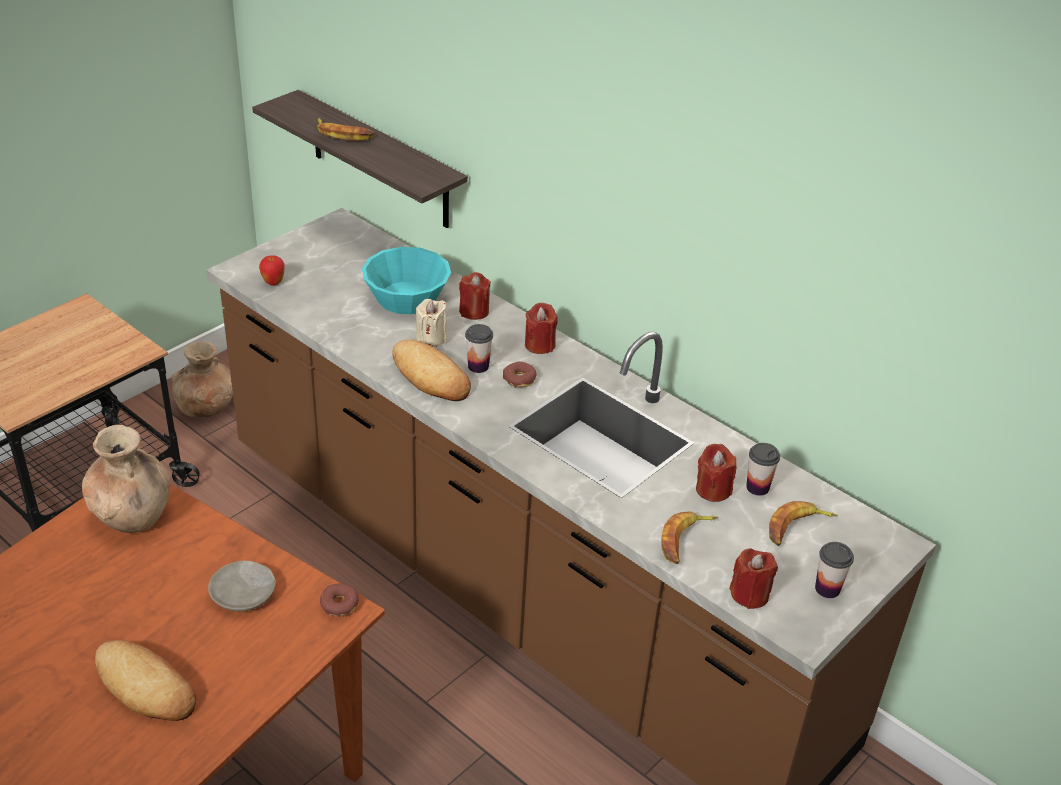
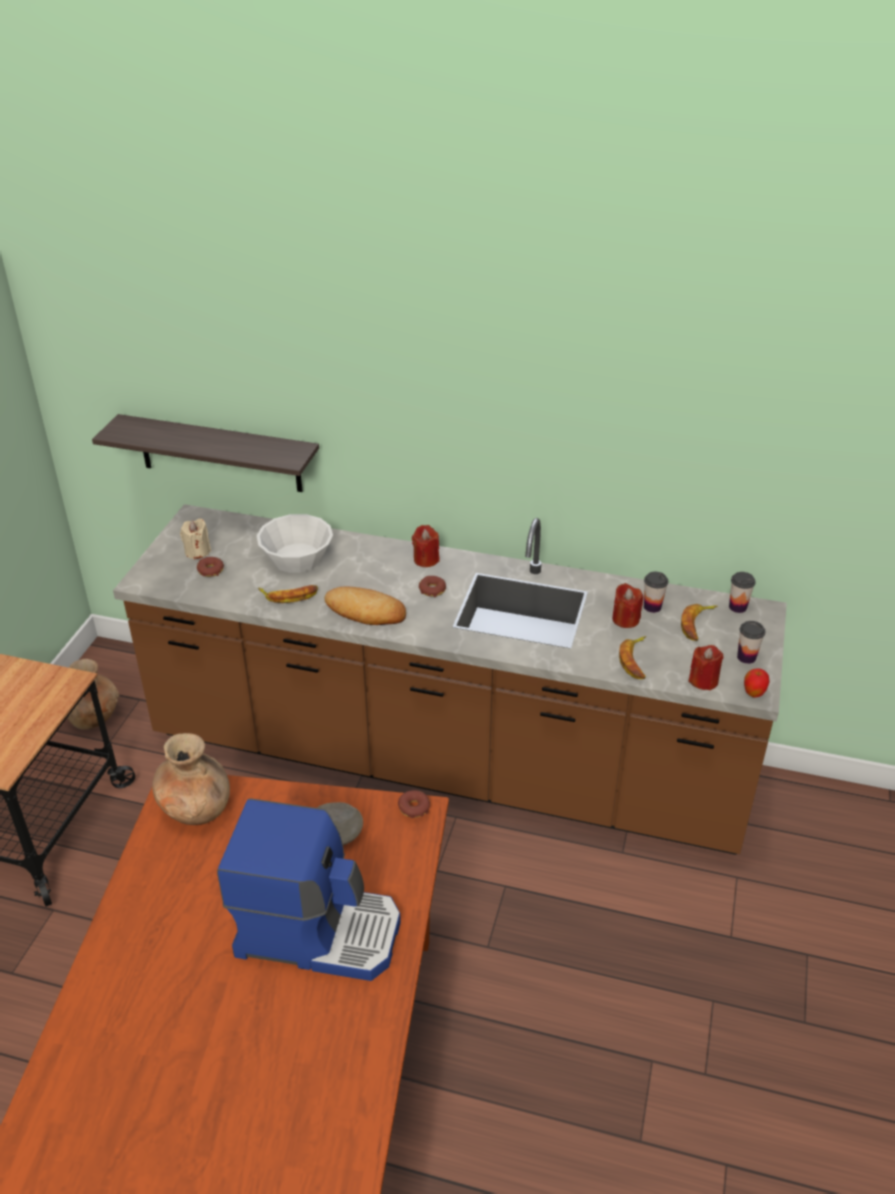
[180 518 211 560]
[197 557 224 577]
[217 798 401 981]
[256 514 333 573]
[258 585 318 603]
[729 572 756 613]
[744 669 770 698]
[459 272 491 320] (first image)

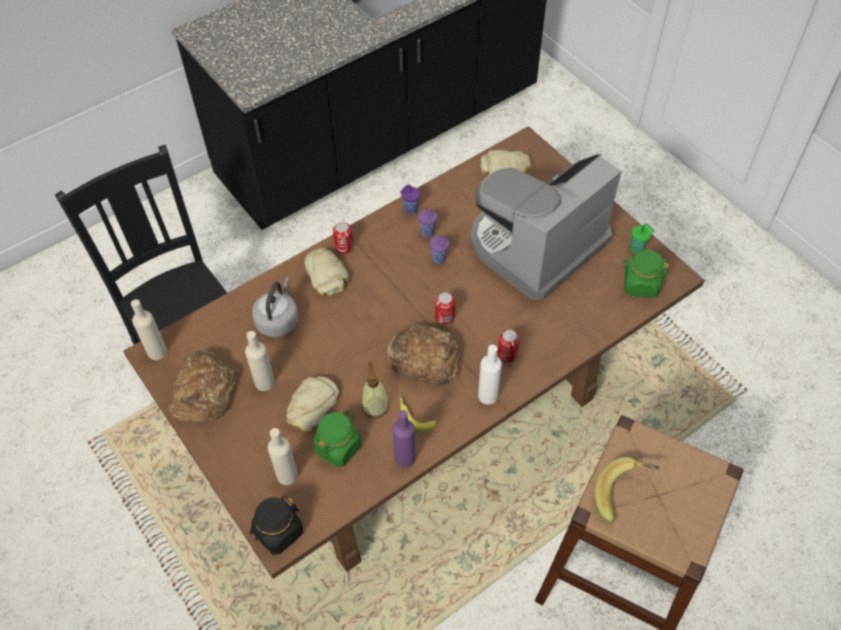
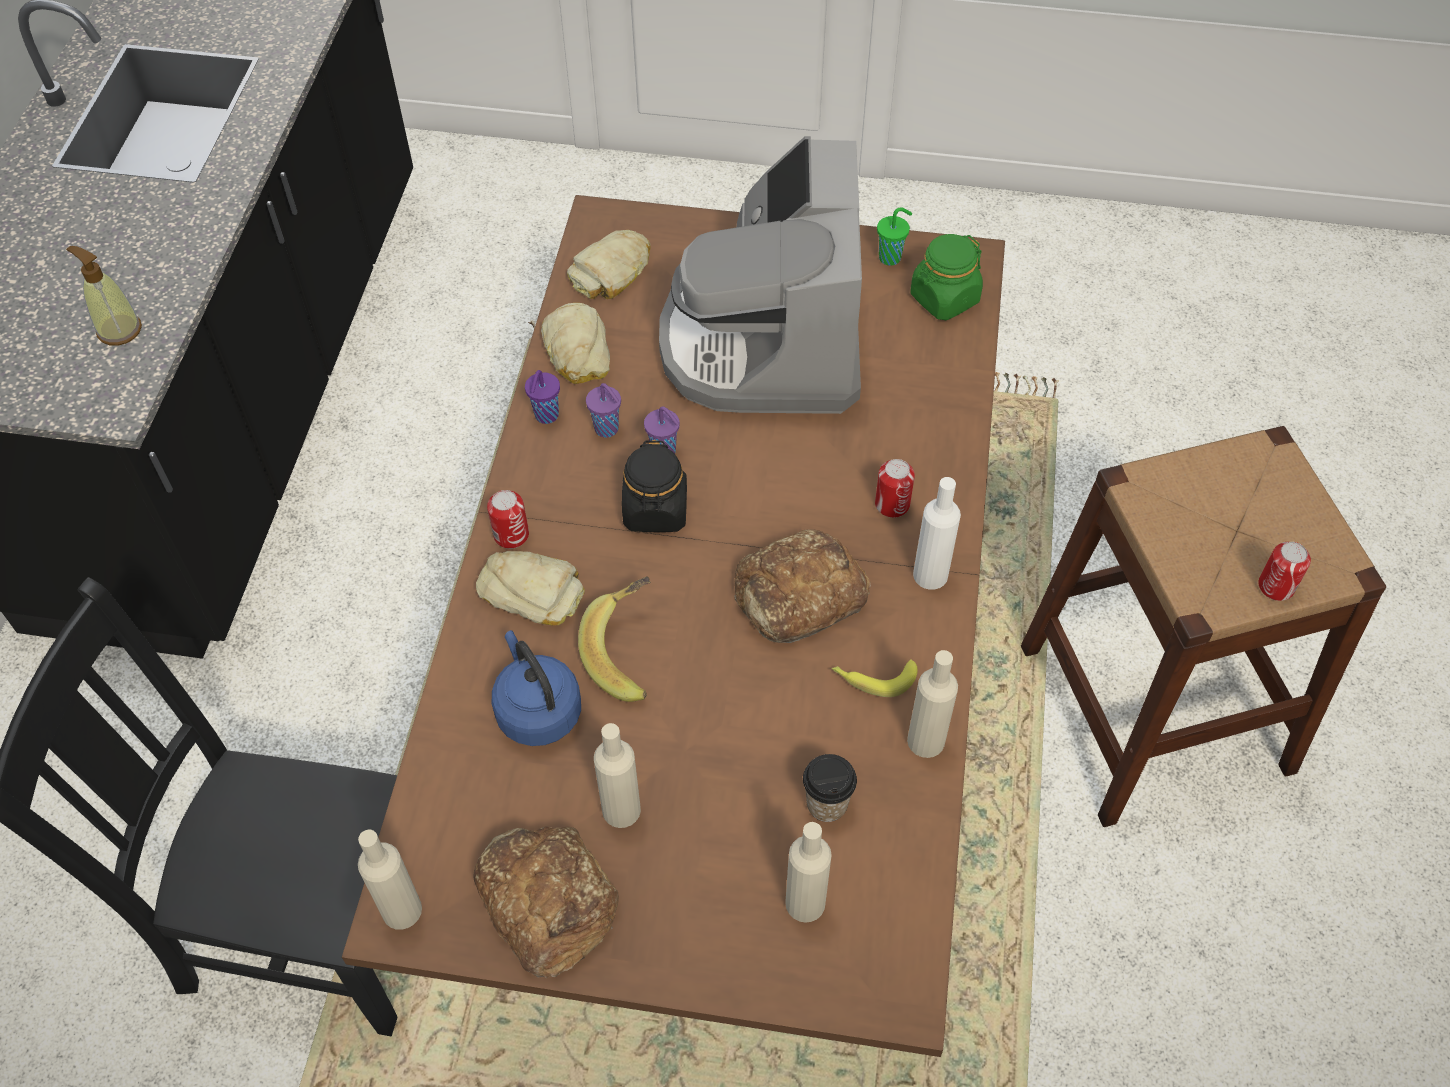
[66 246 142 346]
[492 630 581 746]
[541 303 610 384]
[578 577 651 702]
[622 440 687 532]
[803 754 857 822]
[907 650 958 758]
[1259 542 1311 601]

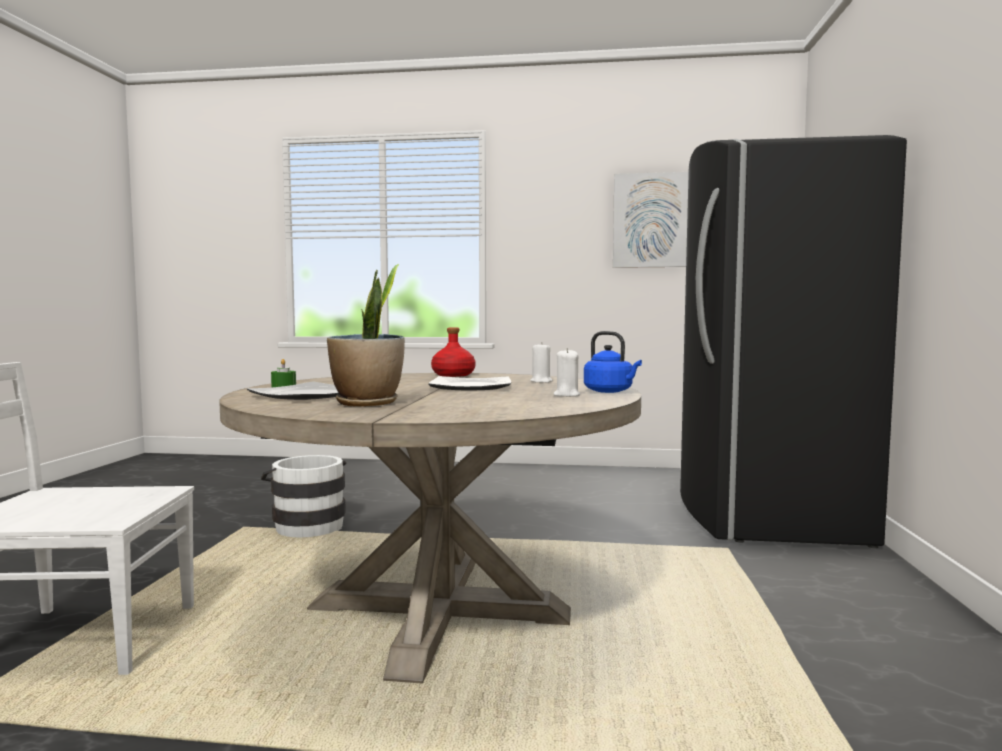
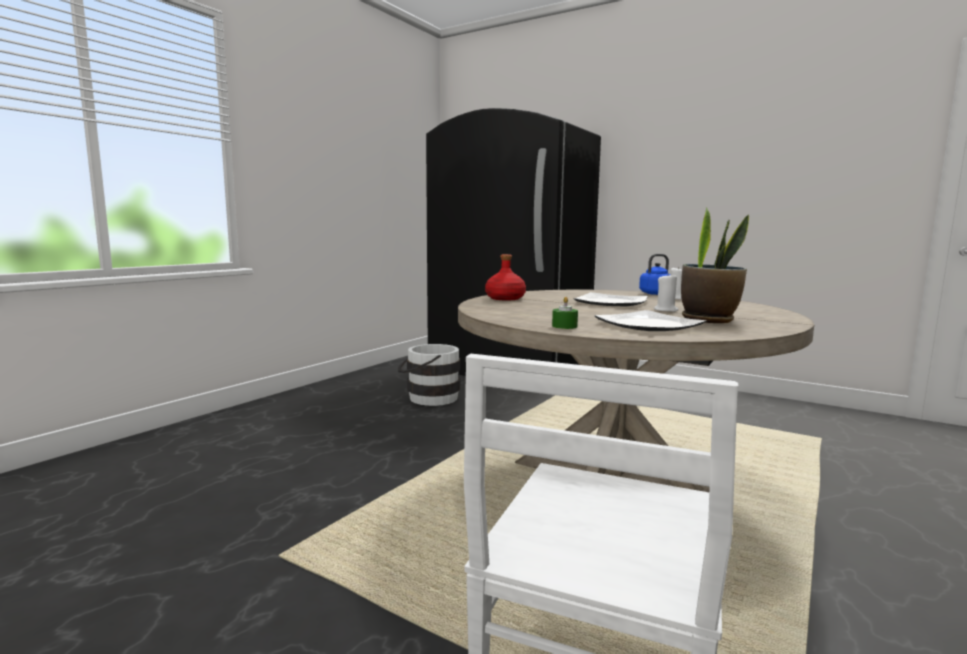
[398 344 460 406]
[654 273 678 312]
[613 172 689 268] (first image)

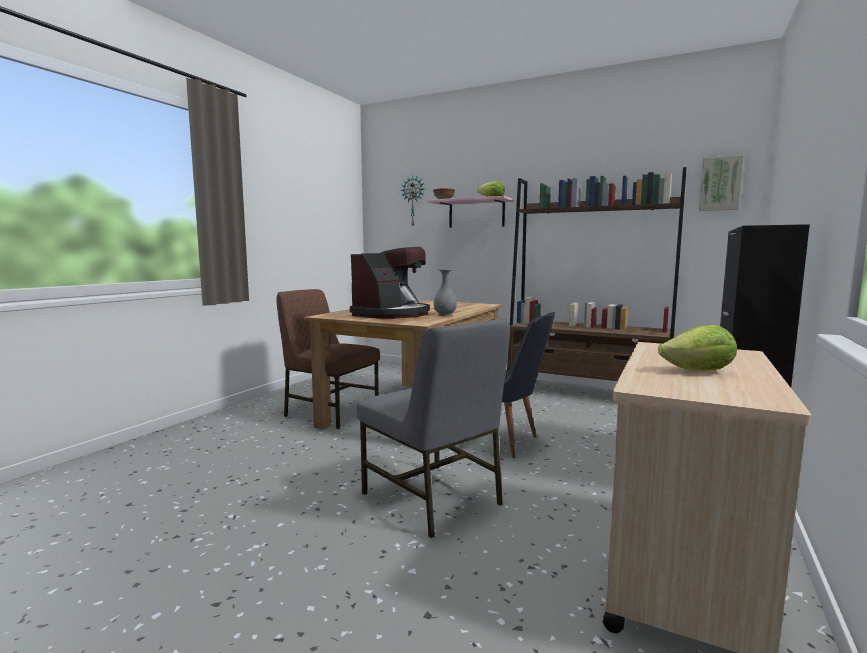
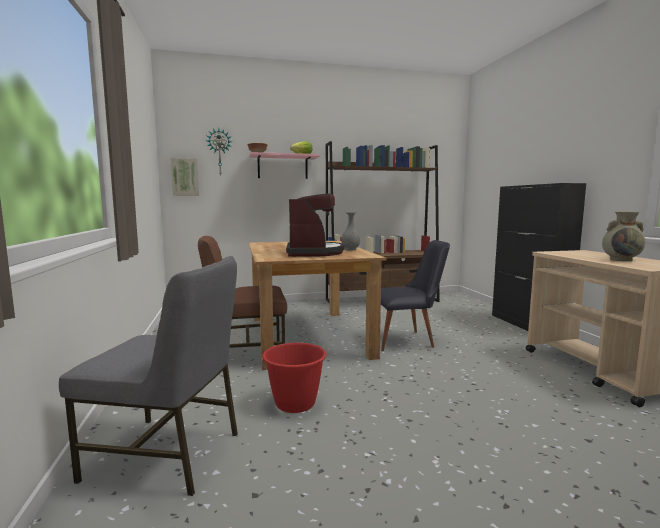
[59 256 238 496]
[171 158 199 196]
[261 343 327 413]
[602 212 645 261]

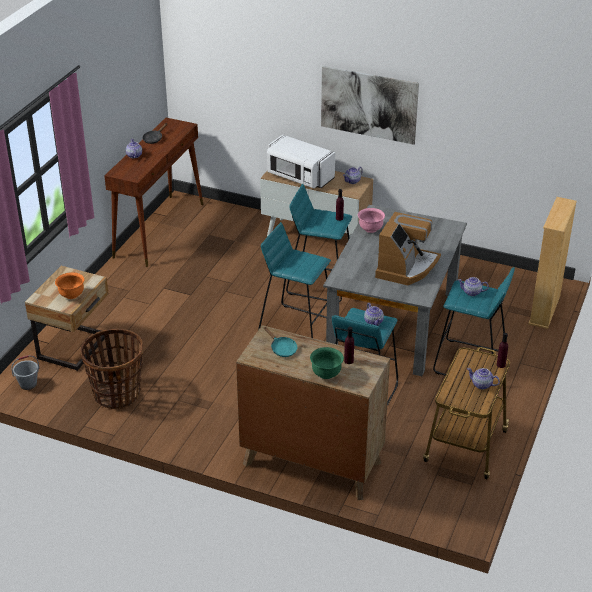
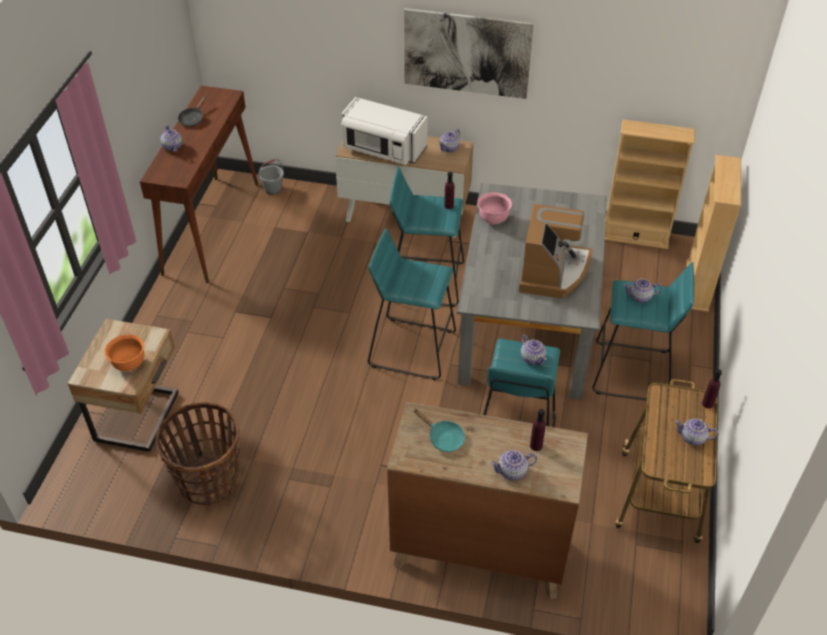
[258 159 284 195]
[490 450 537 480]
[605 119 695 249]

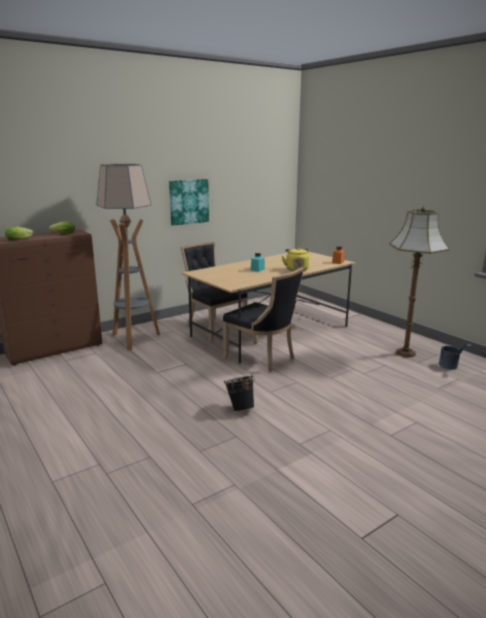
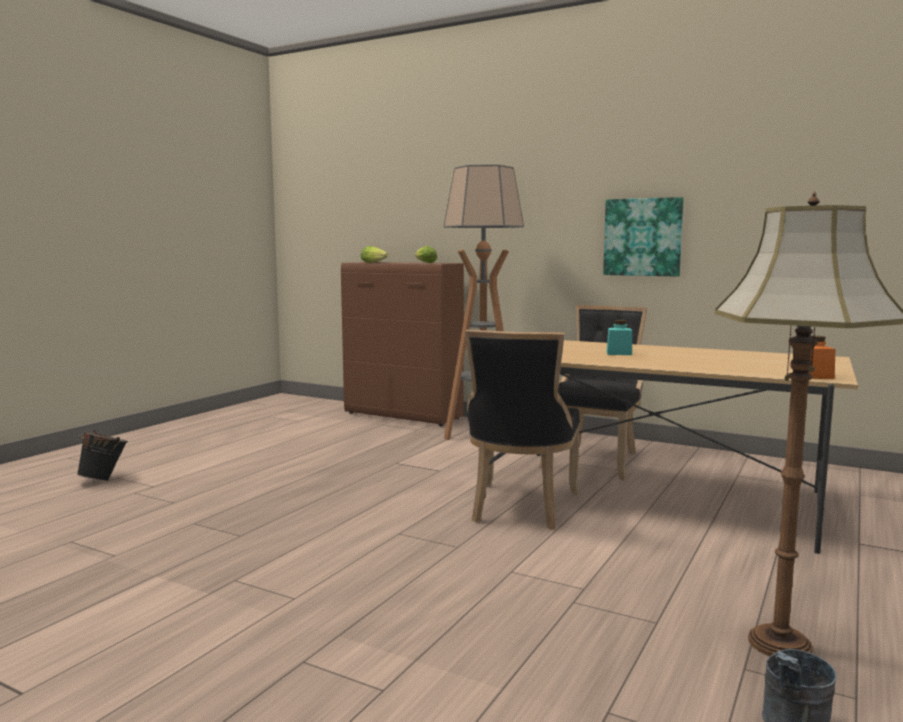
[77 430 128 481]
[282 248 309 271] (first image)

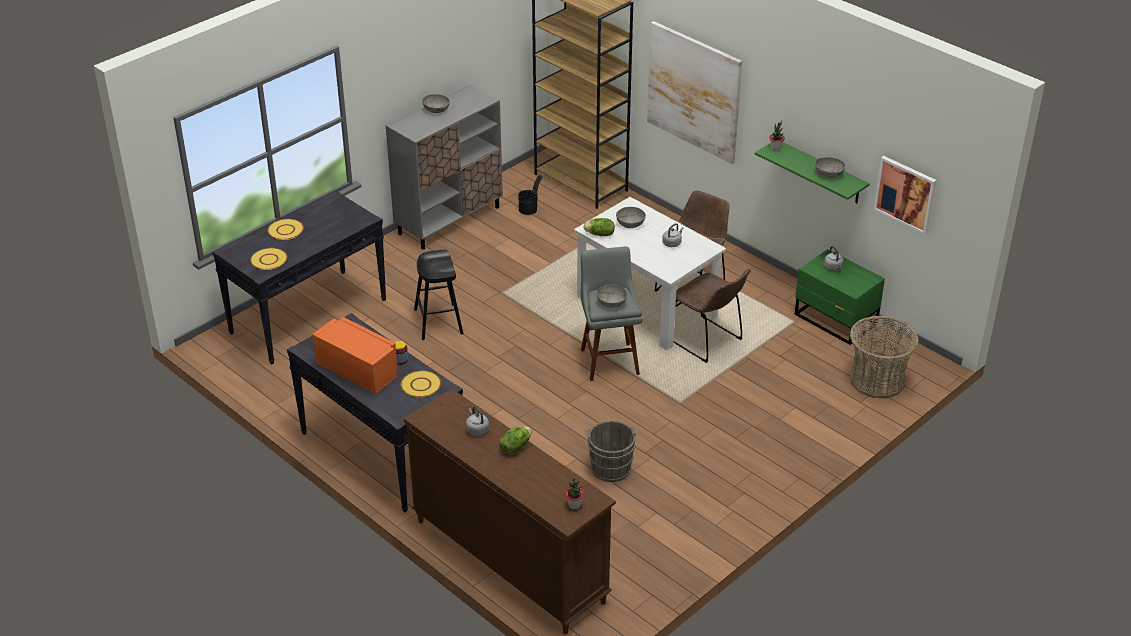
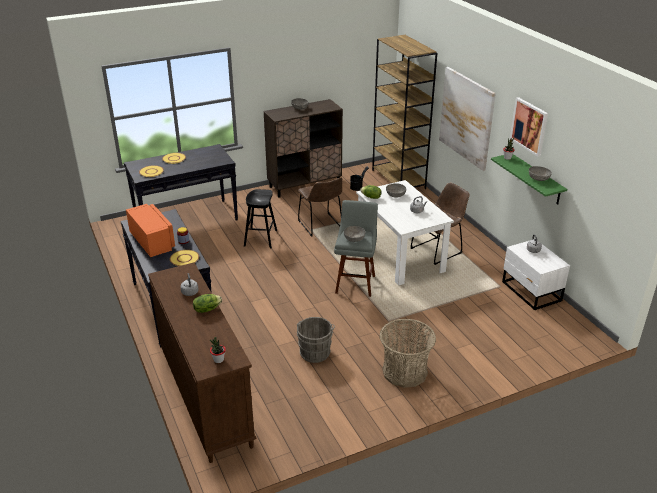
[264 99 343 198]
[298 177 342 237]
[379 319 436 388]
[502 240 570 310]
[510 97 548 157]

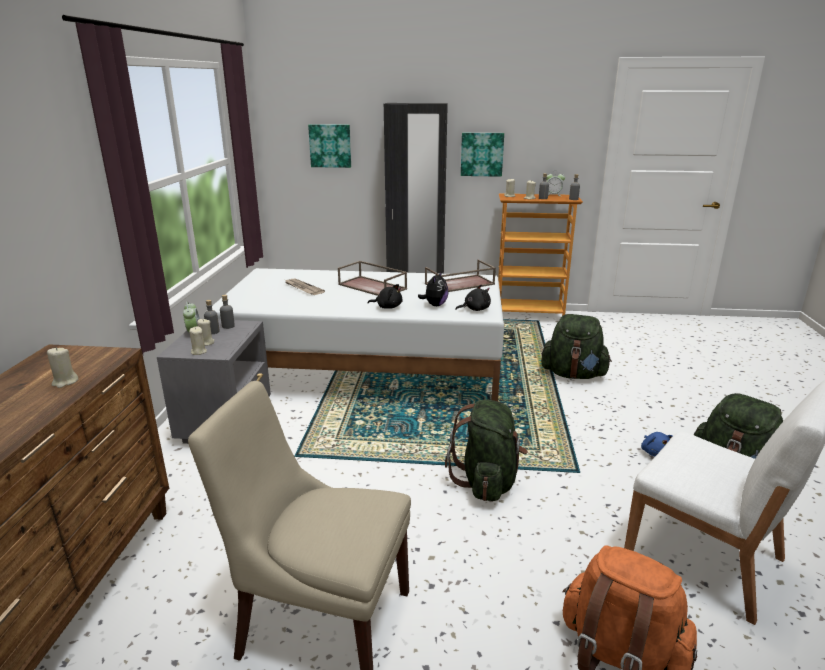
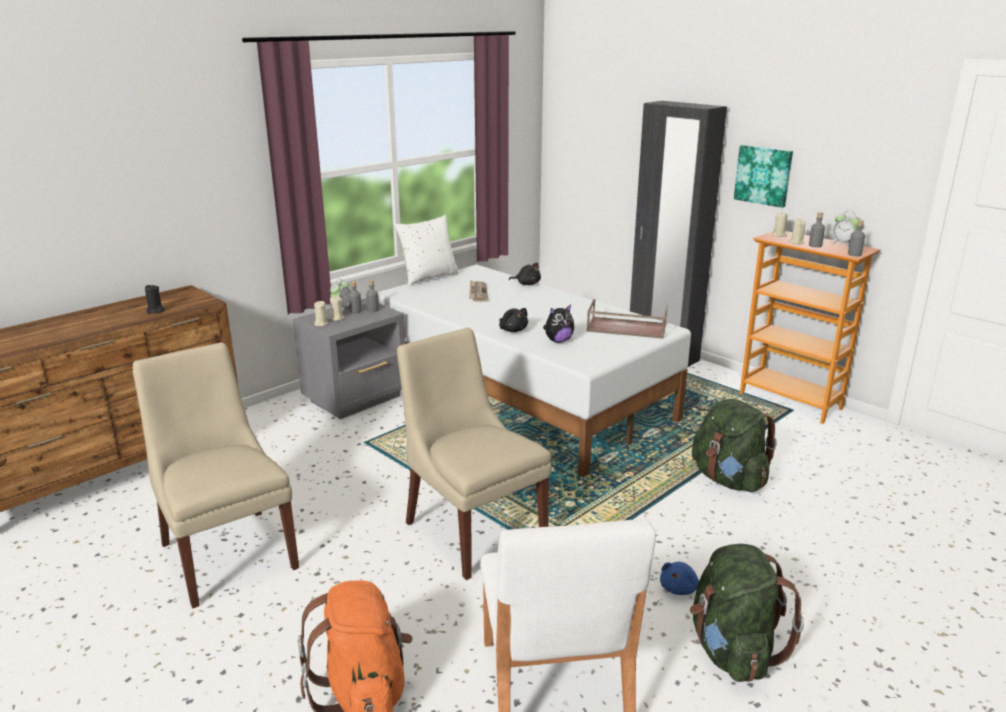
[145 285 164 314]
[394 215 459 286]
[397 328 552 580]
[509 263 541 285]
[308 124 351 168] (first image)
[338 261 407 296] (first image)

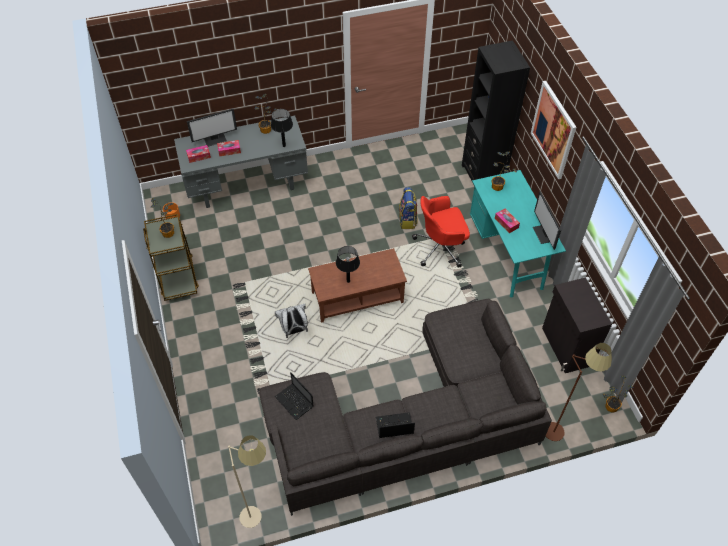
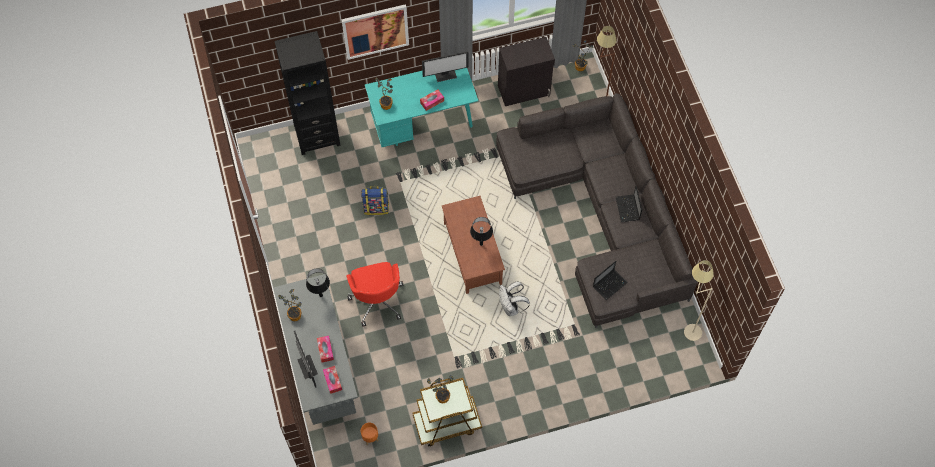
[346 262 403 327]

